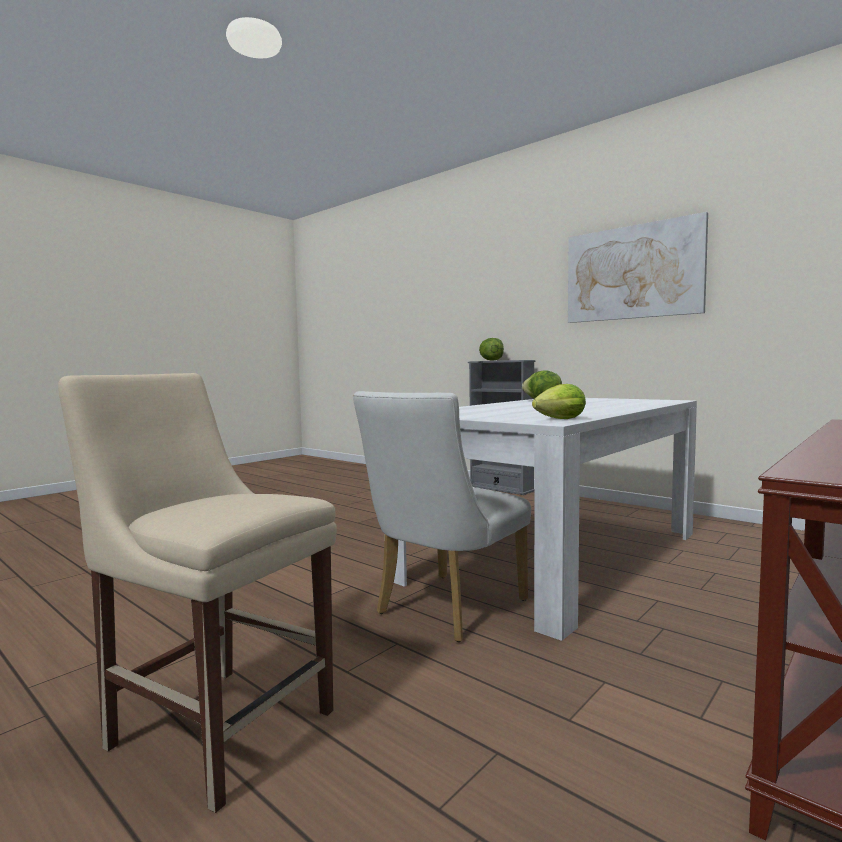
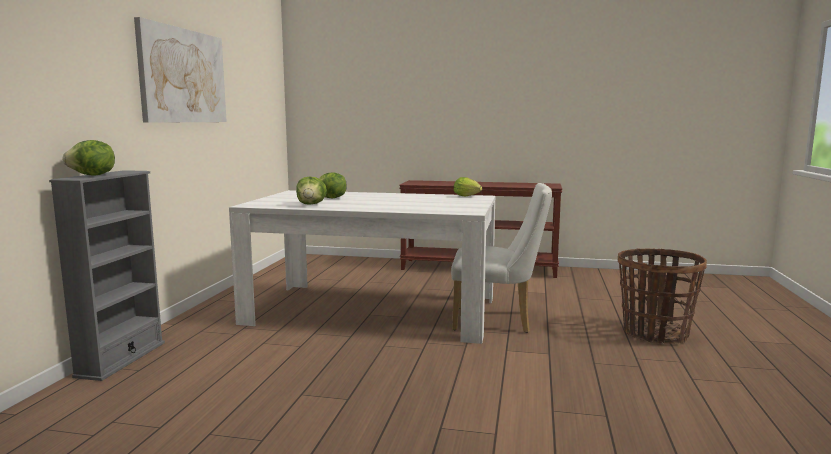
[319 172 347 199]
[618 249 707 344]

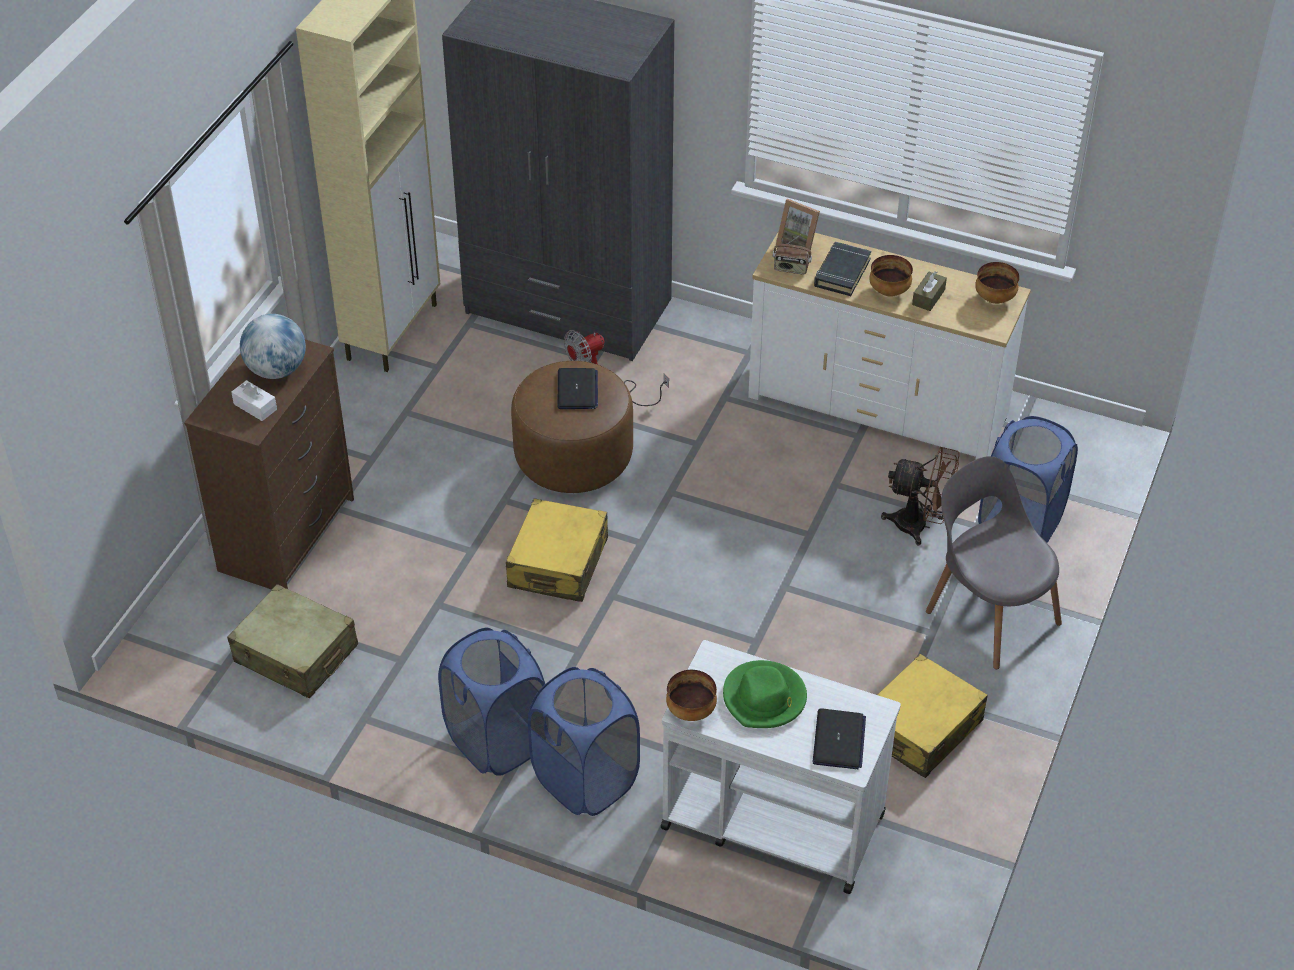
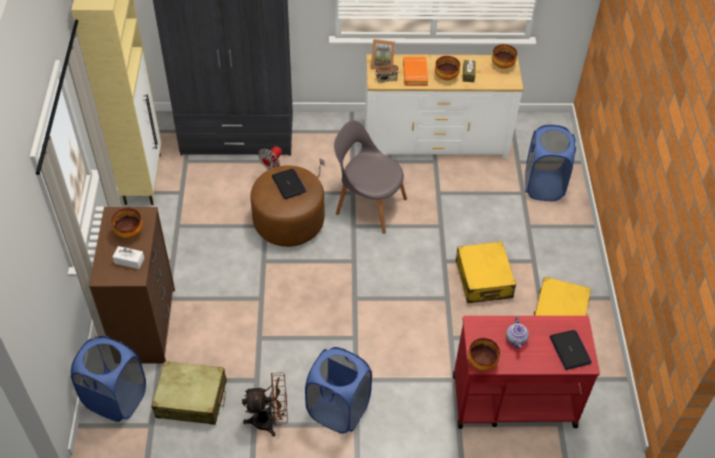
[71 336 146 422]
[111 208 143 238]
[242 372 288 437]
[334 120 407 234]
[403 57 428 86]
[453 316 600 429]
[456 241 516 303]
[506 317 529 349]

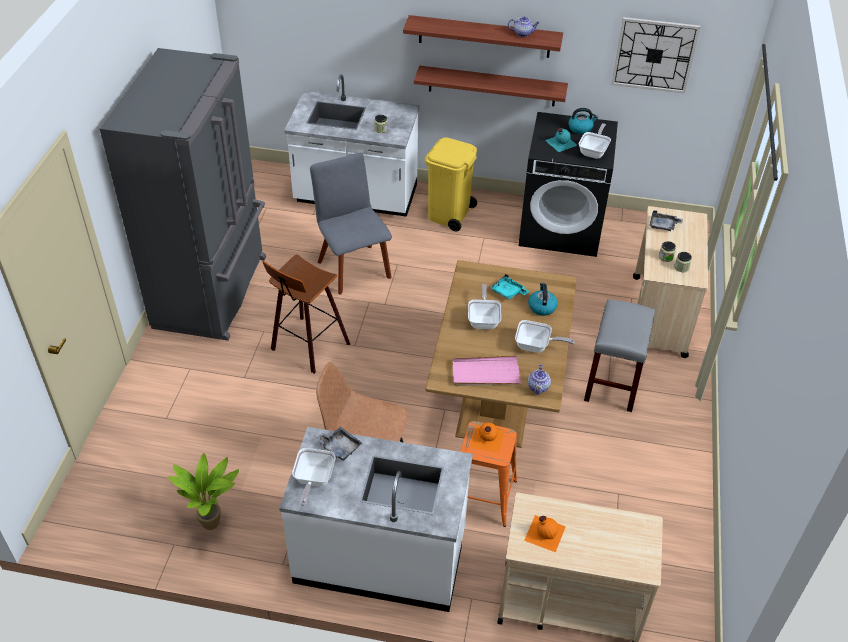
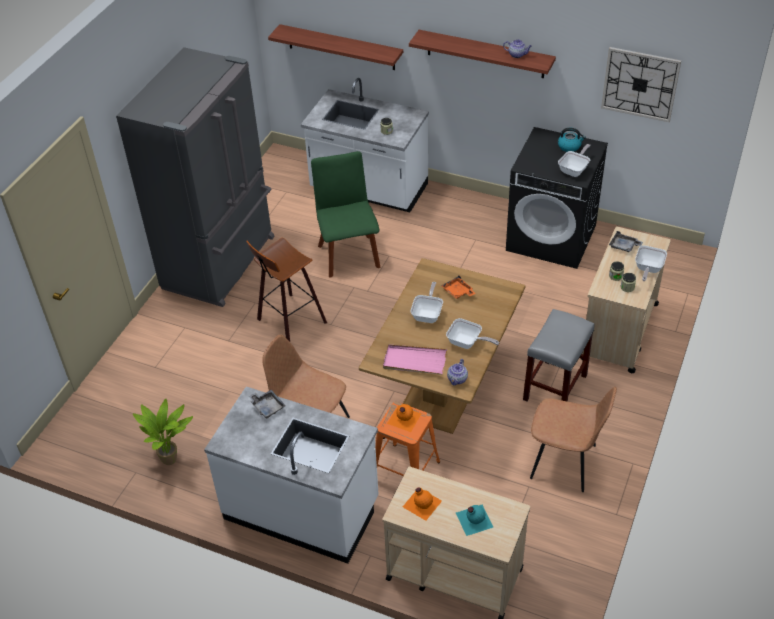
[268 24 403 70]
[311 151 380 278]
[441 275 475 299]
[456 505 493 536]
[530 386 617 492]
[635 245 667 281]
[424 138 477 232] (first image)
[528 283 558 316] (first image)

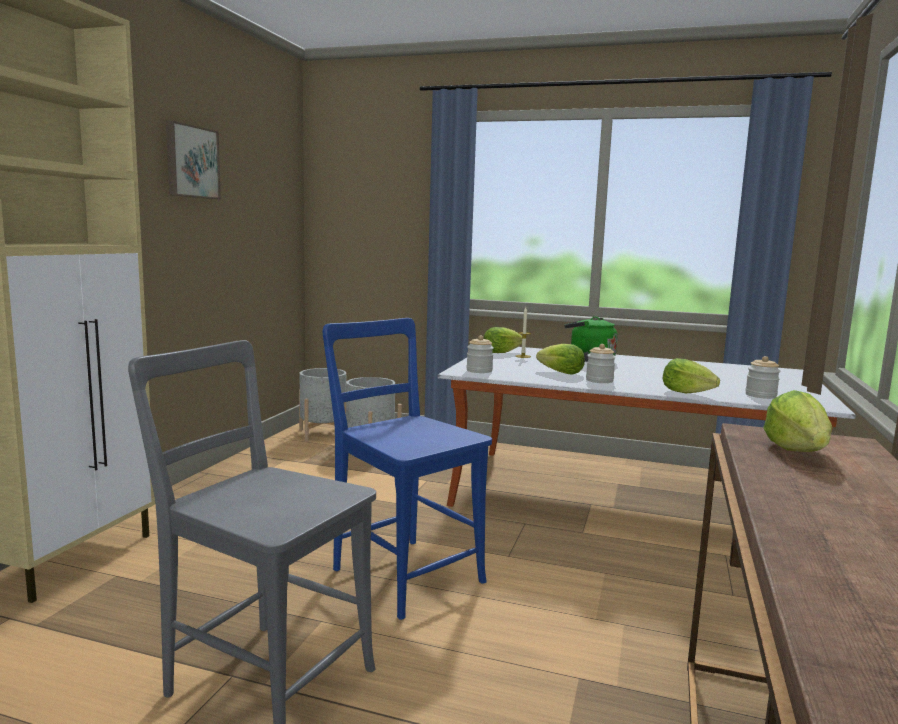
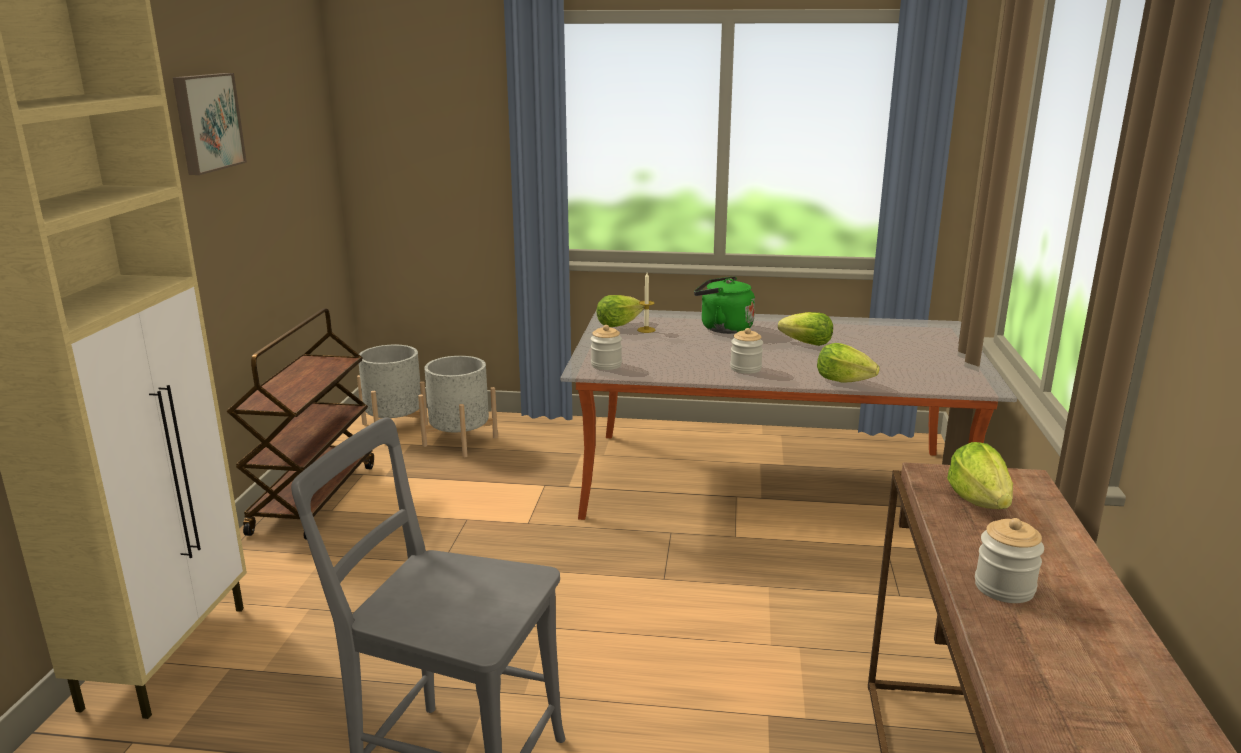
[227 309 374 540]
[778 312 833 346]
[975 518 1044 603]
[323 318 492 620] (first image)

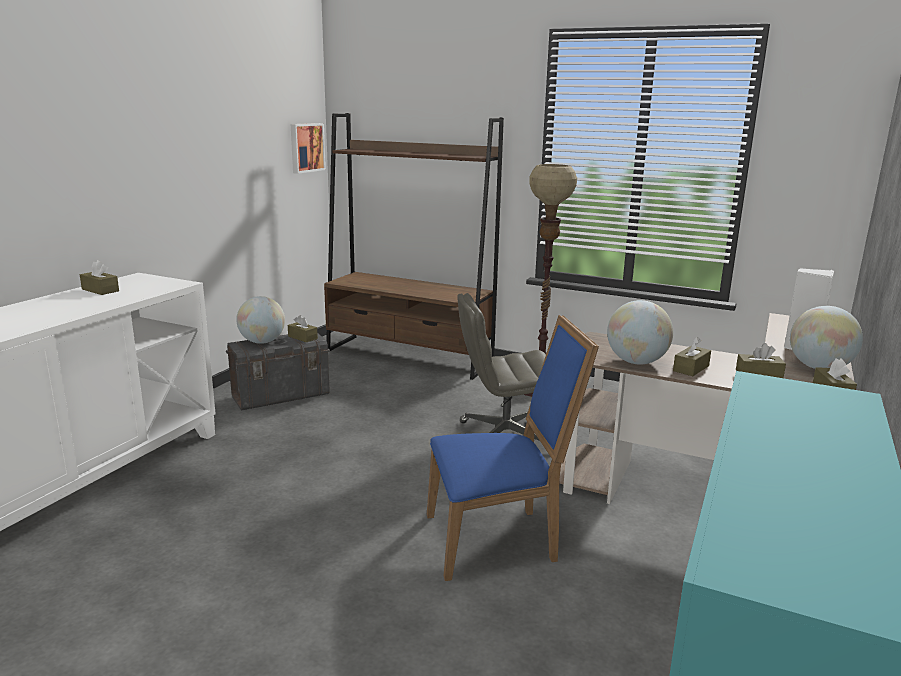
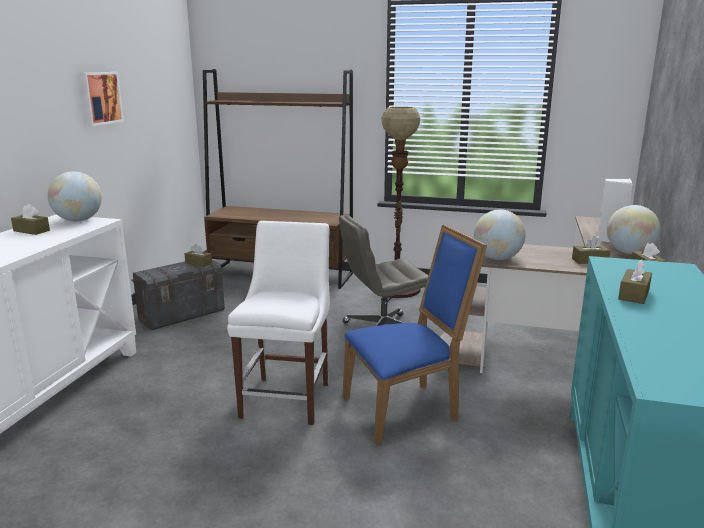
[47 171 102 221]
[80 72 124 126]
[227 221 330 425]
[618 259 652 304]

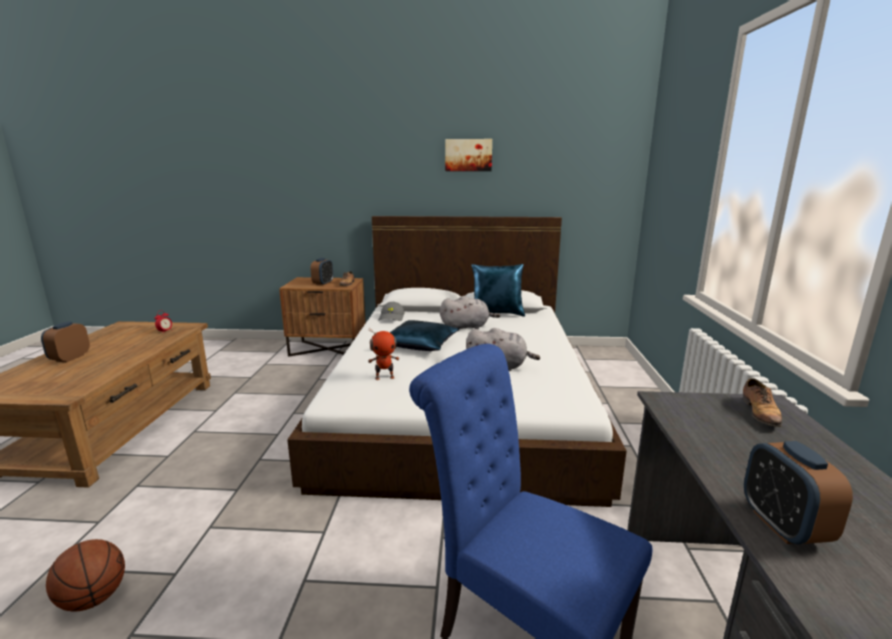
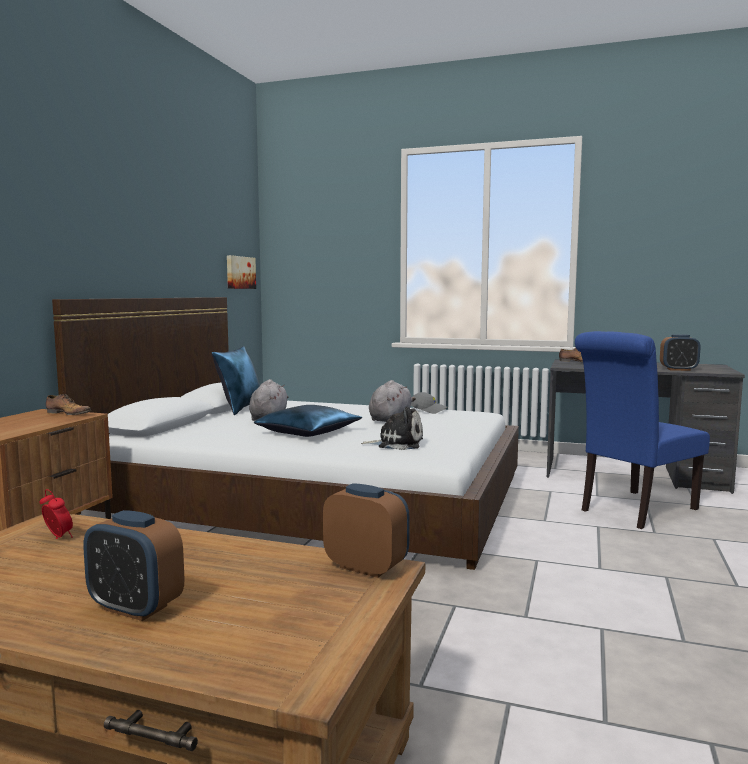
[227 255 256 289]
[323 483 410 578]
[361 407 423 450]
[411 392 447 414]
[46 539 125 612] (first image)

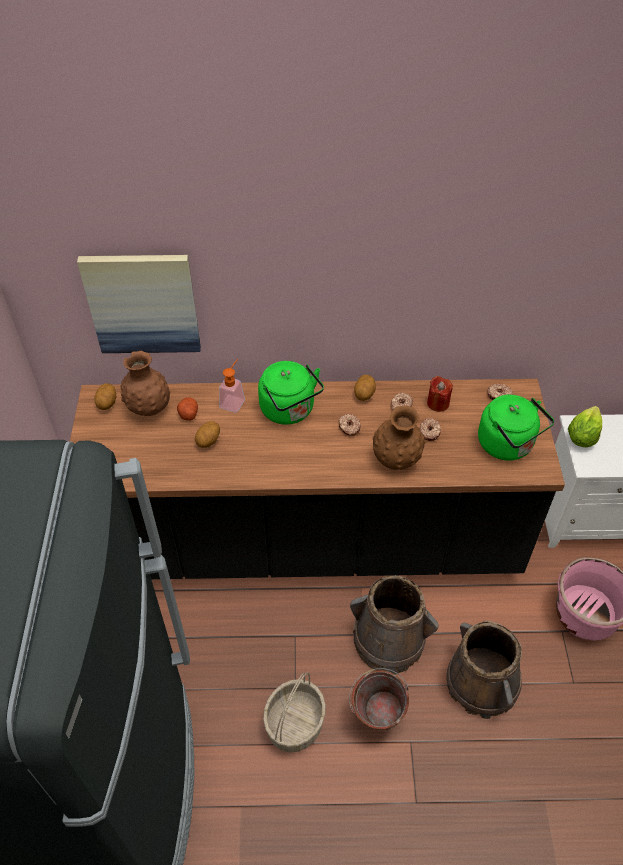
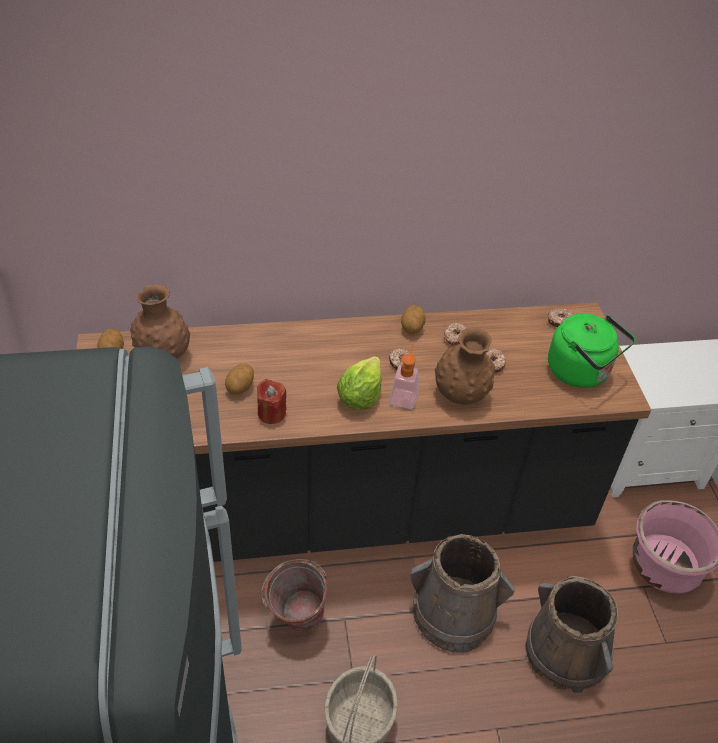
[257 379 287 424]
[261 559 328 631]
[337 356 381 410]
[389 343 419 409]
[77 255 201 353] (first image)
[177 397 198 421] (first image)
[258 361 324 425] (first image)

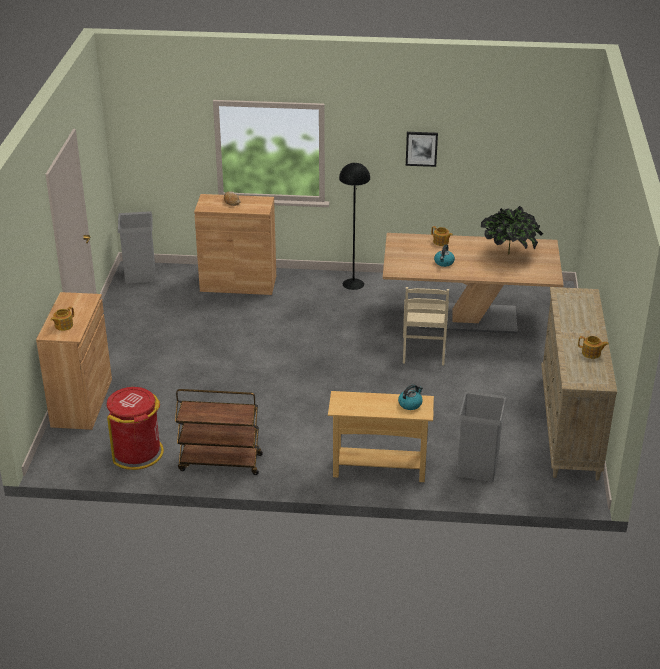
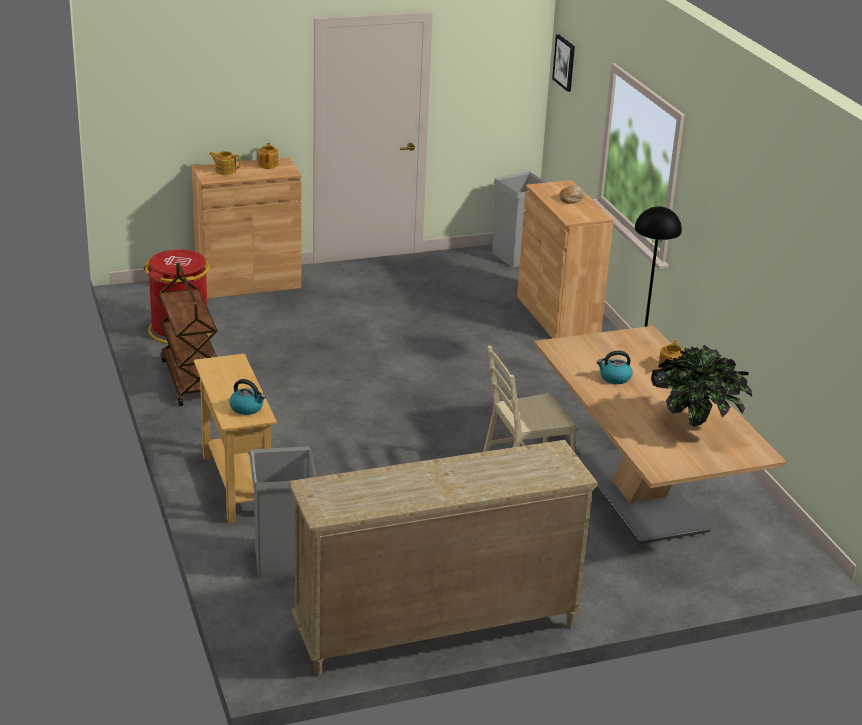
[258 143 278 169]
[552 34 575 92]

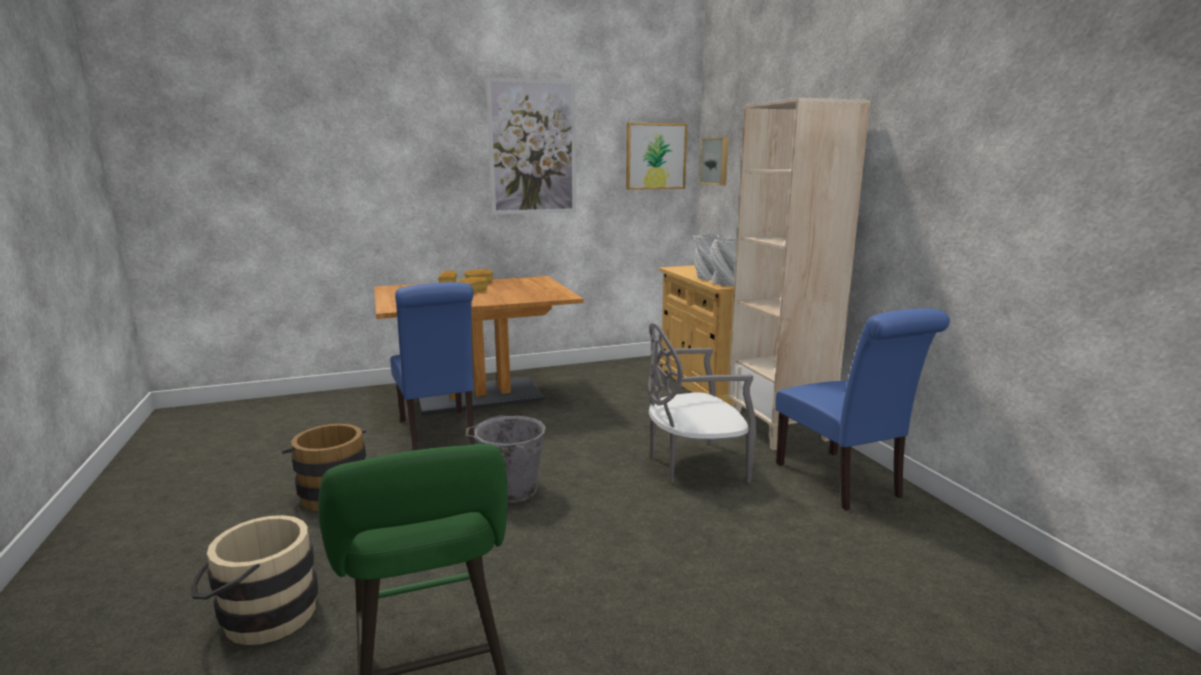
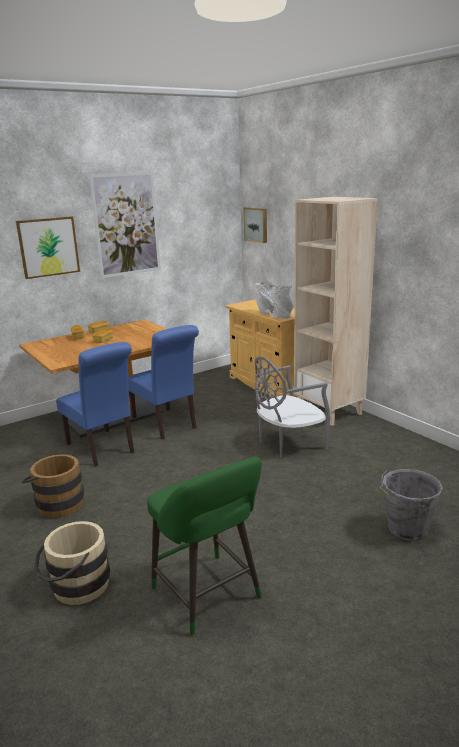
[16 216 80 279]
[128 325 199 440]
[379 469 443 541]

